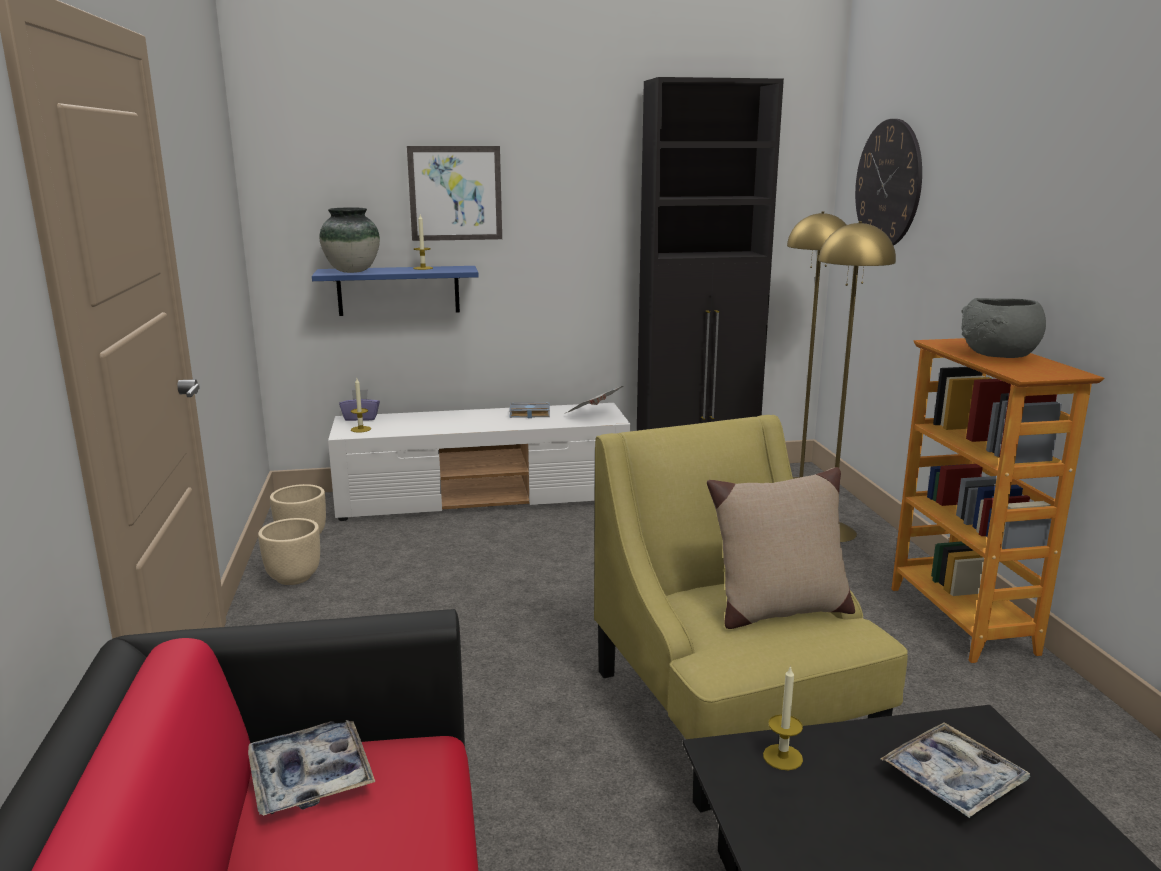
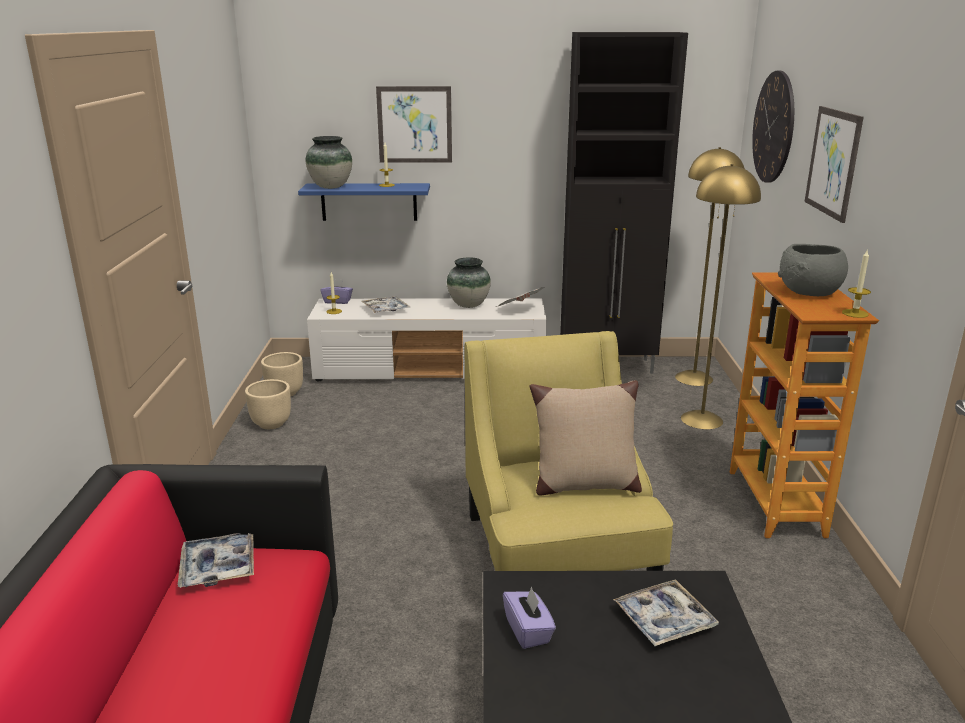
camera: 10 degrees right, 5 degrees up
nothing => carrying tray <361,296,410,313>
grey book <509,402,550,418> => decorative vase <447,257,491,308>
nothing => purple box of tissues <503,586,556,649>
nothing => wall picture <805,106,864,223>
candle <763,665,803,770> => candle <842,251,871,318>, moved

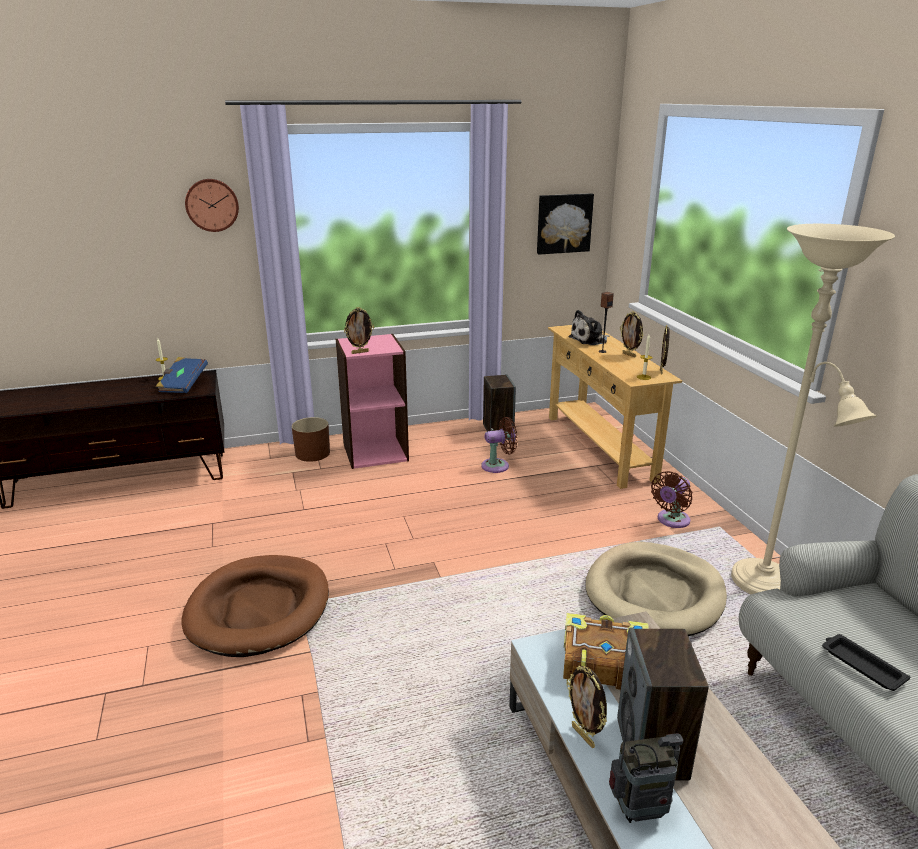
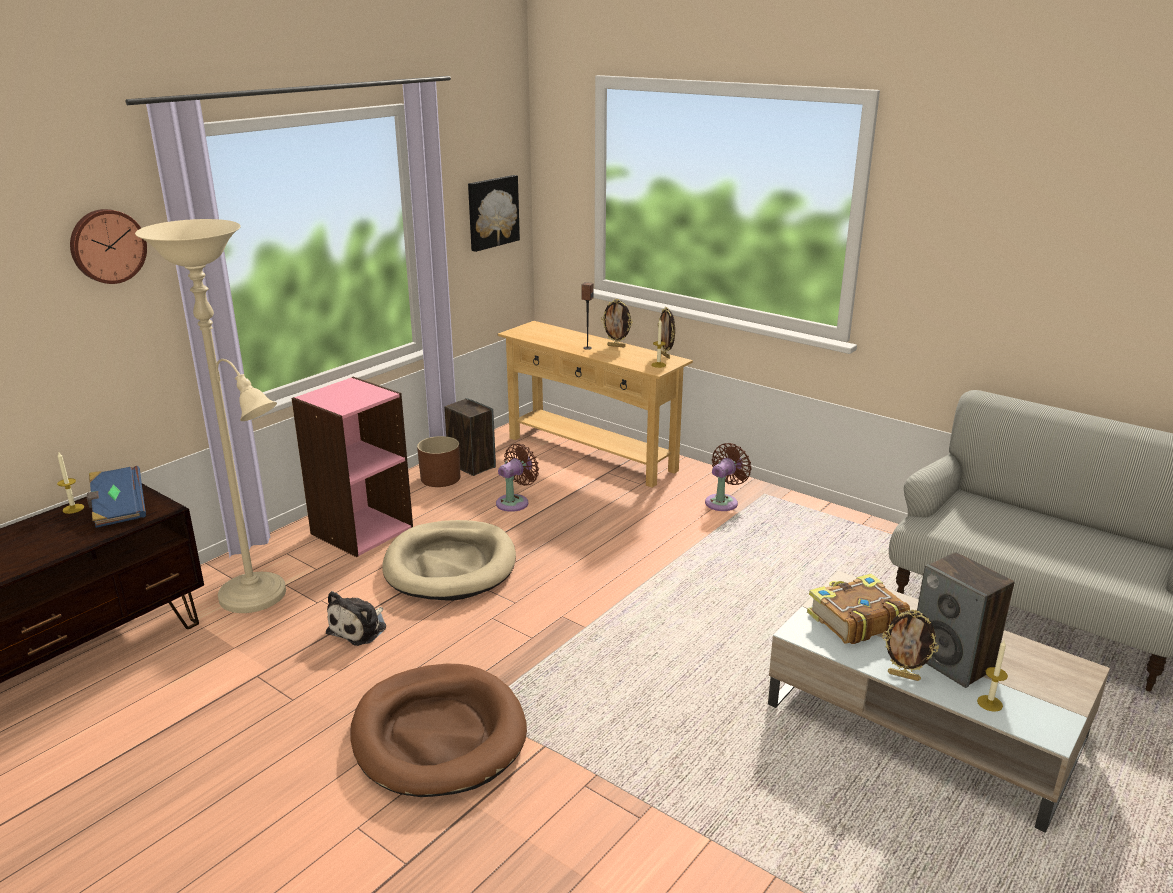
camera: 35 degrees left, 0 degrees up
beige standing lamp <731,224,895,594> => beige standing lamp <135,219,286,613>, moved
cuddly toy <568,310,609,345> => cuddly toy <326,591,386,646>, moved
beige pet bed <585,542,727,636> => beige pet bed <382,520,516,601>, moved
brown-coloured plant pot <292,417,330,462> => brown-coloured plant pot <417,436,460,487>, moved
brown-coloured fan <651,471,693,528> => brown-coloured fan <705,443,752,511>, 150 degrees counterclockwise
radio set <609,718,683,823> => candle <977,639,1008,712>
photo frame <344,307,374,354> => nothing
blackish carrying tray <822,634,911,691> => nothing

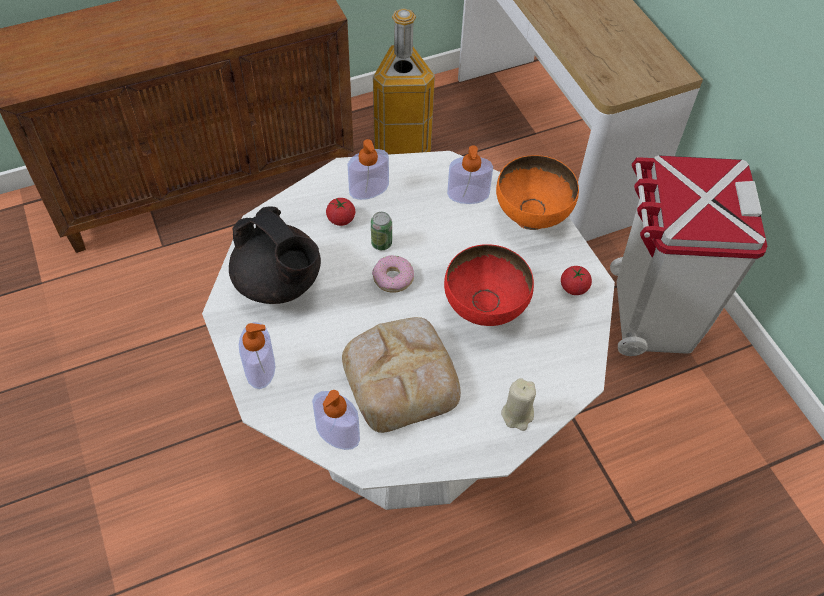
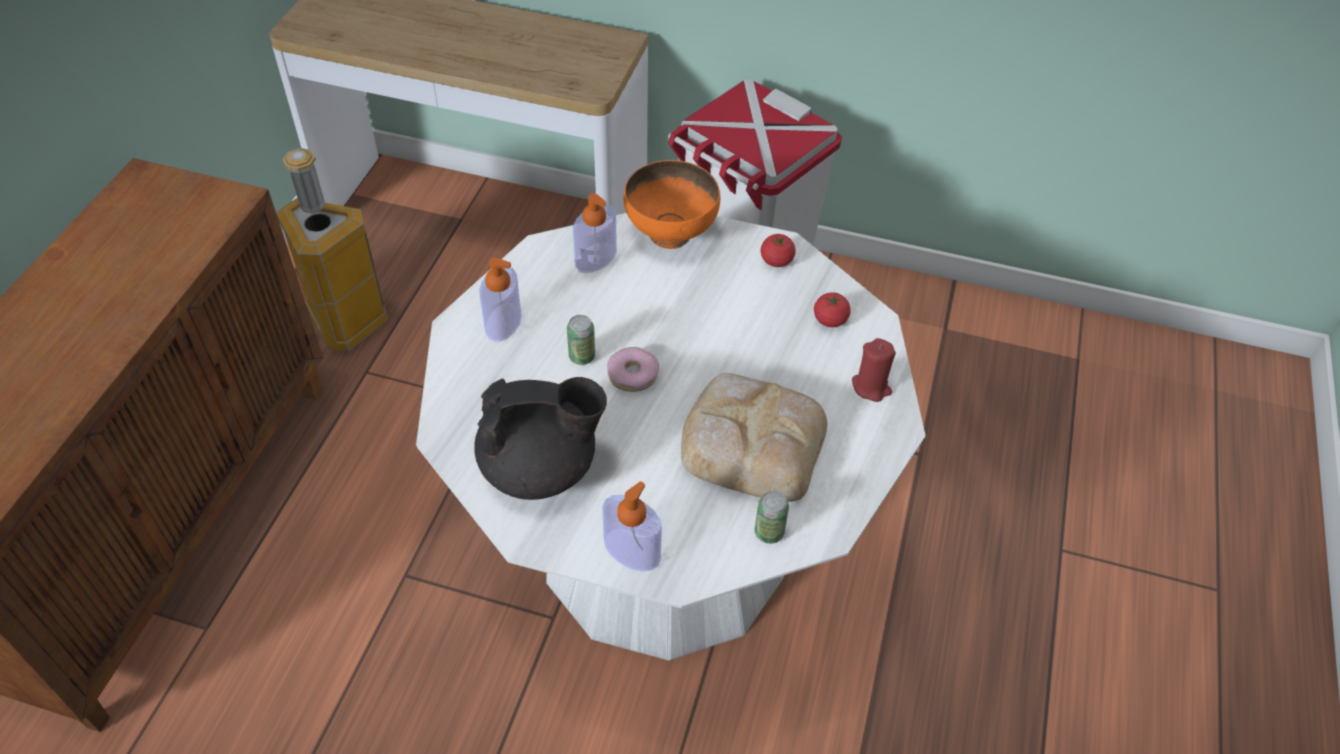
camera: 50 degrees left, 5 degrees down
liquid soap bottle <312,390,360,450> => sealed can <755,491,789,544>
fresh tomato <326,198,355,226> => fresh tomato <814,292,851,327>, moved
beige candle <501,378,536,431> => red-coloured candle <852,338,896,402>
red-coloured serving bowl <444,244,534,326> => nothing

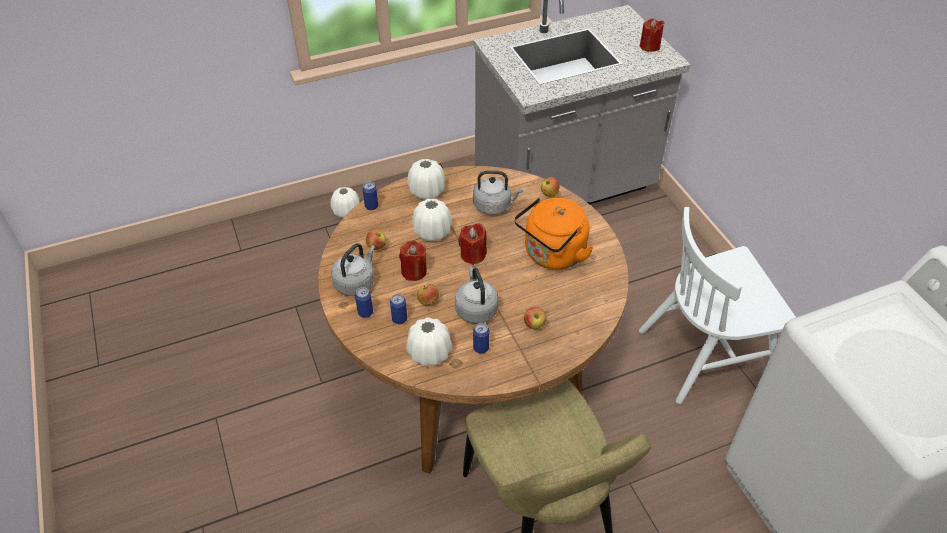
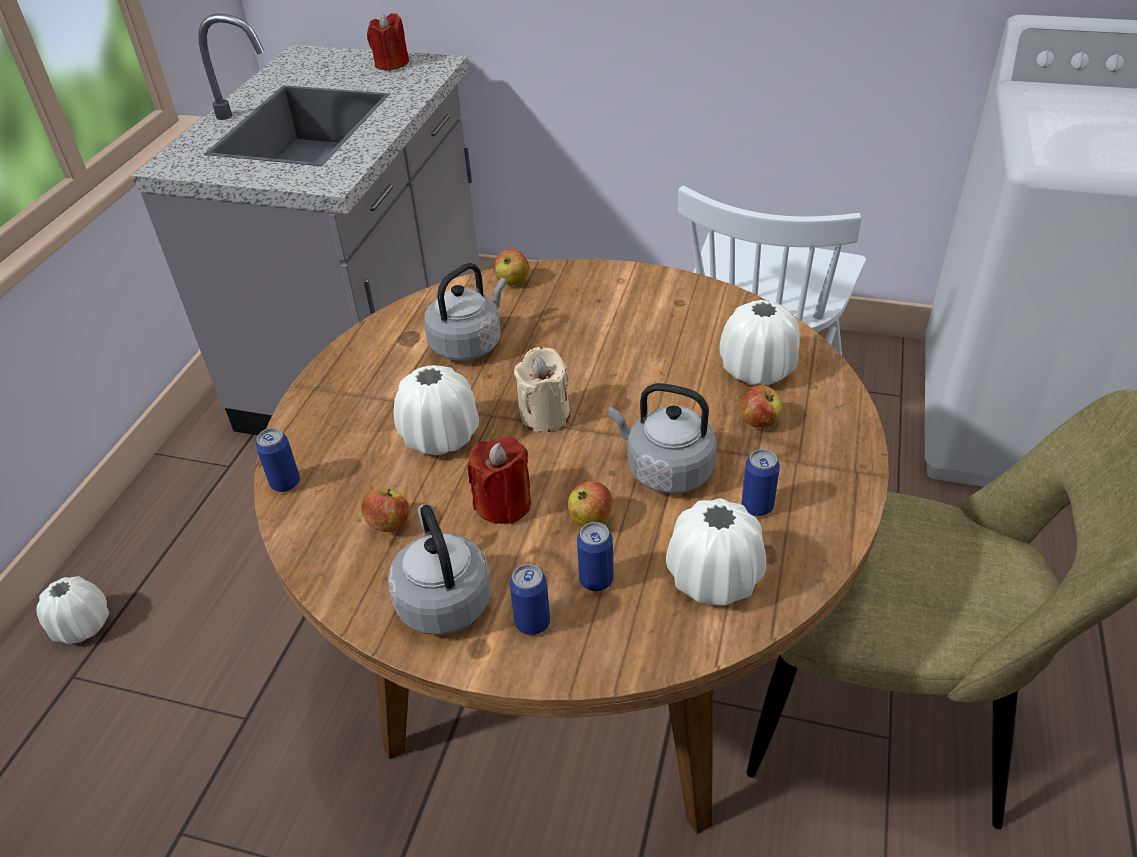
camera: 50 degrees left, 5 degrees down
red-coloured candle <458,223,487,265> => beige candle <514,347,570,432>
white decorative vase <407,159,445,200> => white decorative vase <719,300,800,385>, moved
orange-coloured kettle <514,198,593,270> => nothing

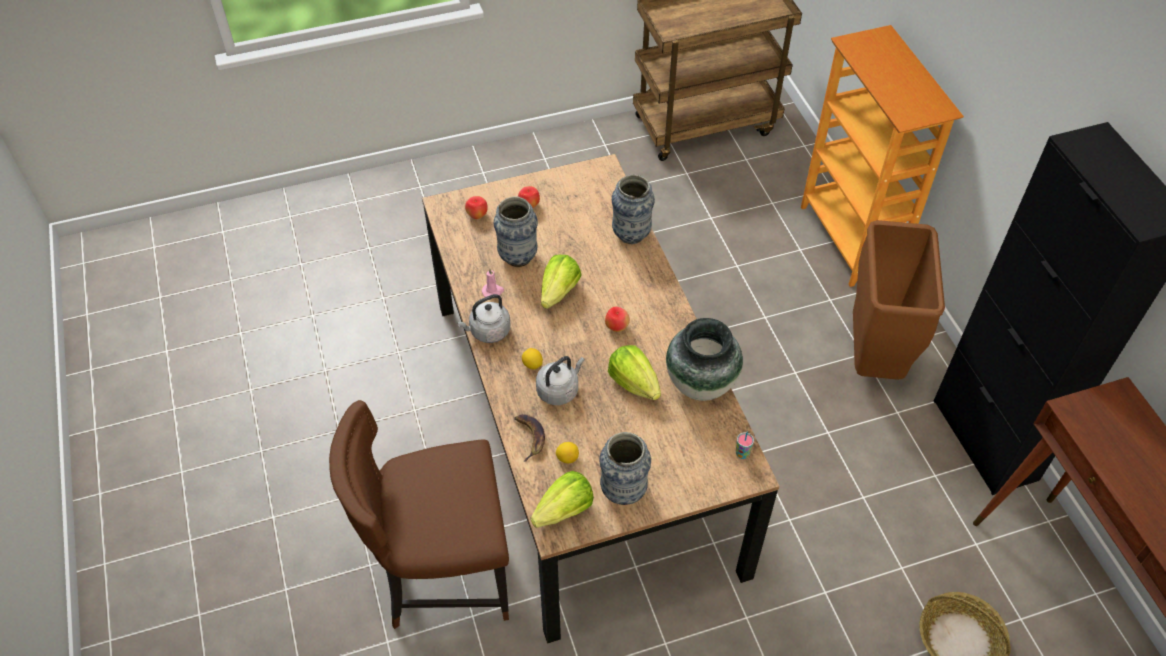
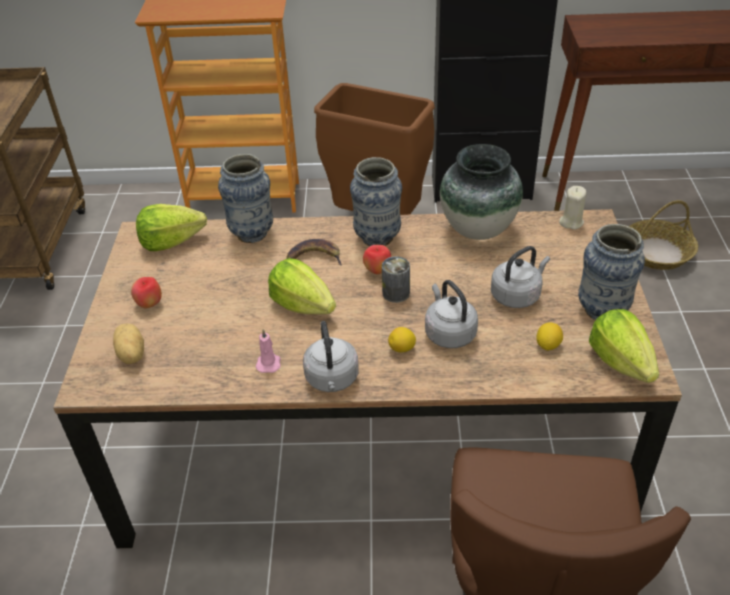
camera: 70 degrees left, 10 degrees down
apple fruit <465,196,488,219> => potato <113,323,144,364>
lettuce head <608,345,661,400> => lettuce head <136,204,207,251>, moved
whole banana <514,414,545,462> => whole banana <286,239,342,266>, moved
decorative vase <494,197,538,267> => decorative vase <350,157,402,246>, moved
nothing => sealed can <382,256,410,303>
nothing => grey kettle <491,246,550,308>
cup <736,432,754,459> => beige candle <559,186,587,230>

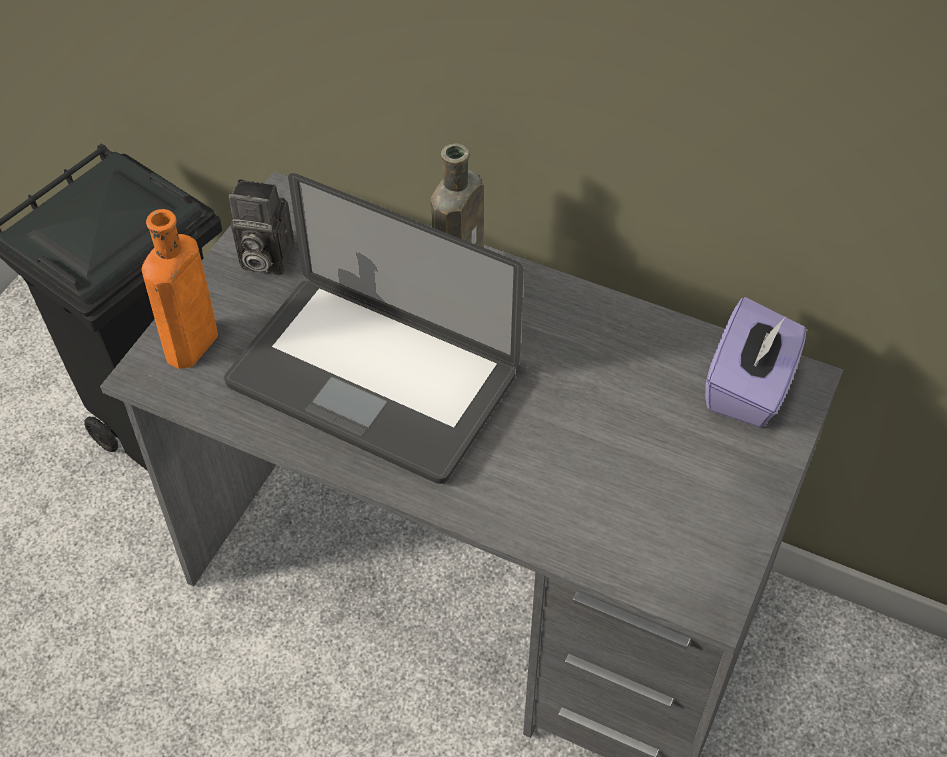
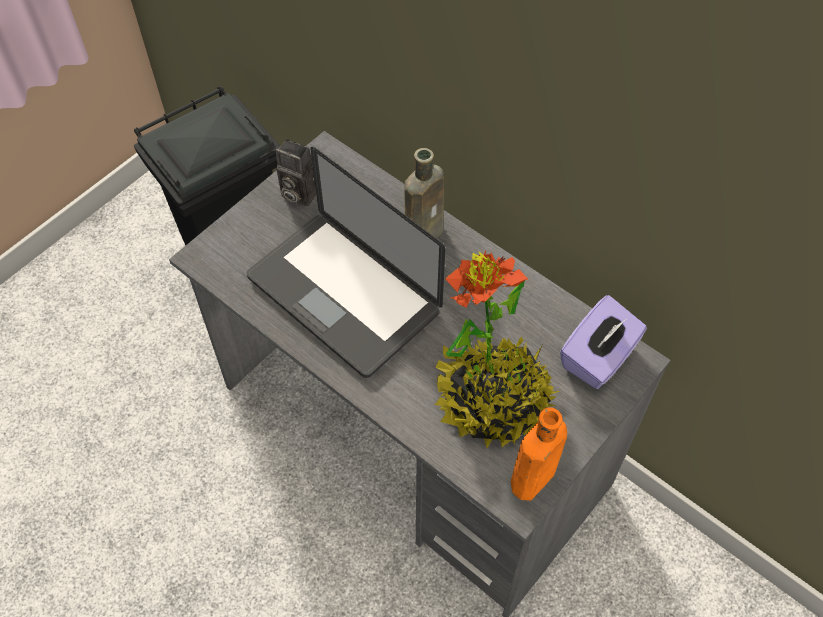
camera: 15 degrees right, 5 degrees up
nothing => plant in a pot <435,251,560,448>
orange-coloured bottle <141,209,218,369> => orange-coloured bottle <511,407,567,501>, moved

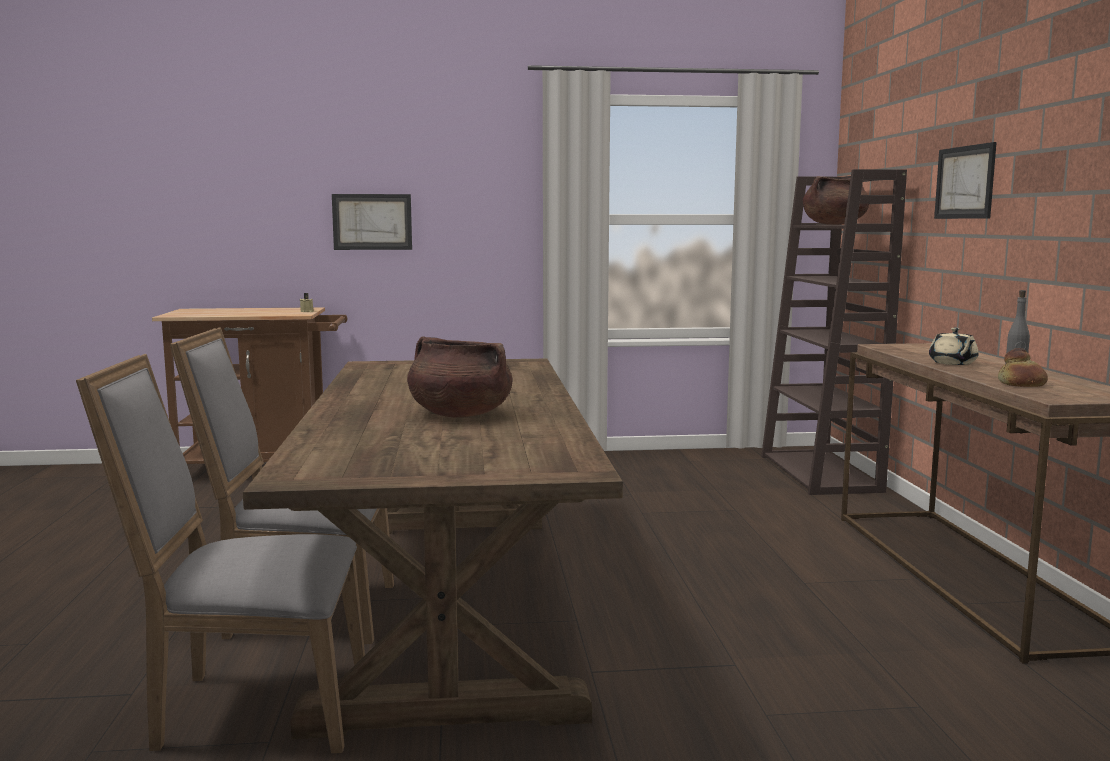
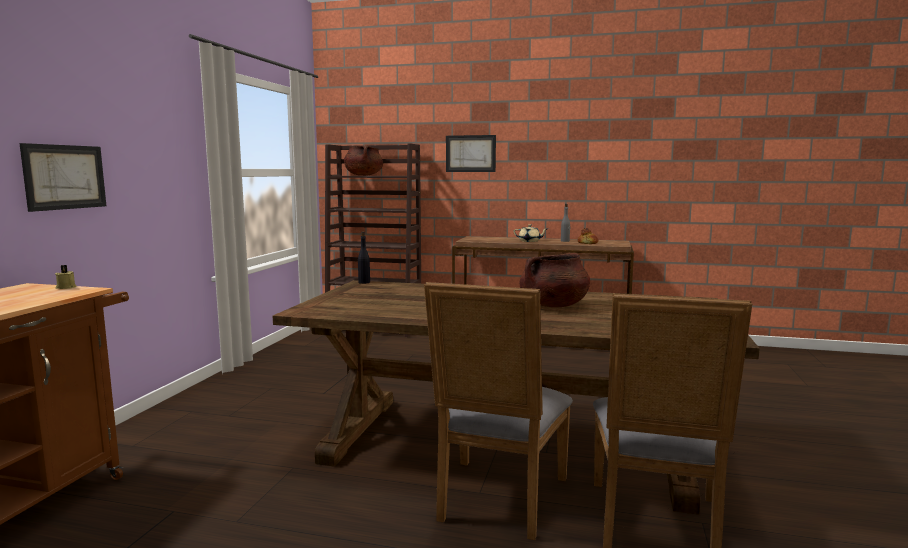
camera: 70 degrees left, 0 degrees up
nothing => blackish bottle <358,232,370,284>

